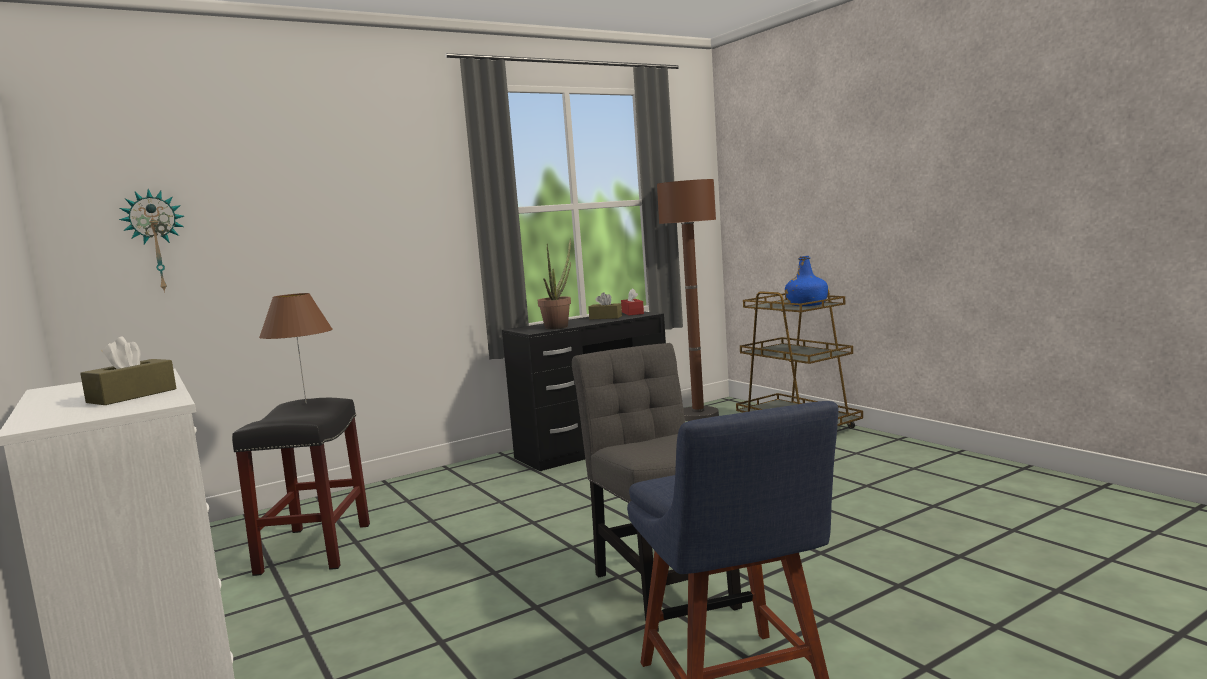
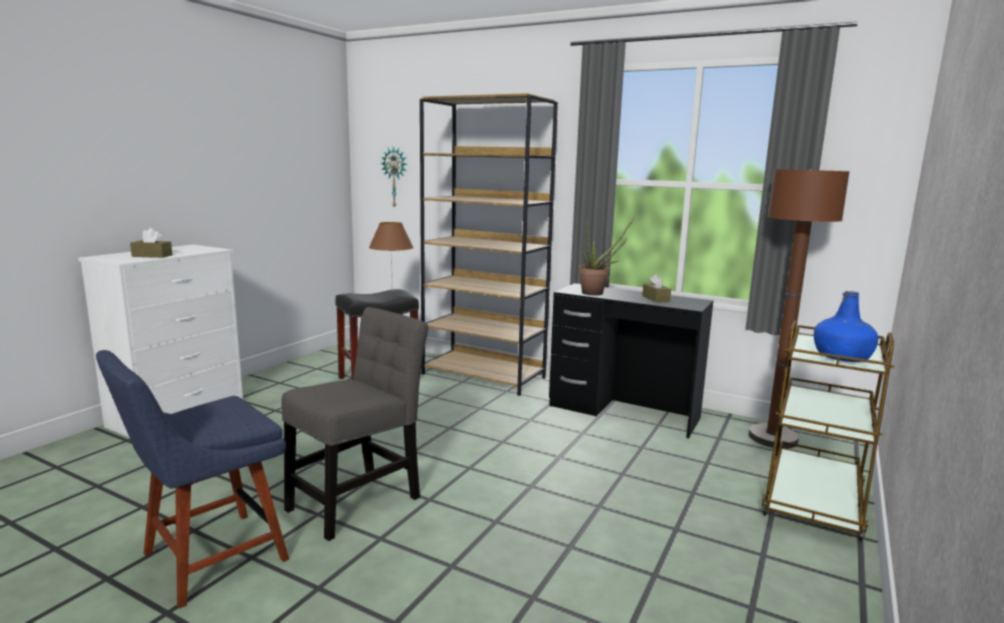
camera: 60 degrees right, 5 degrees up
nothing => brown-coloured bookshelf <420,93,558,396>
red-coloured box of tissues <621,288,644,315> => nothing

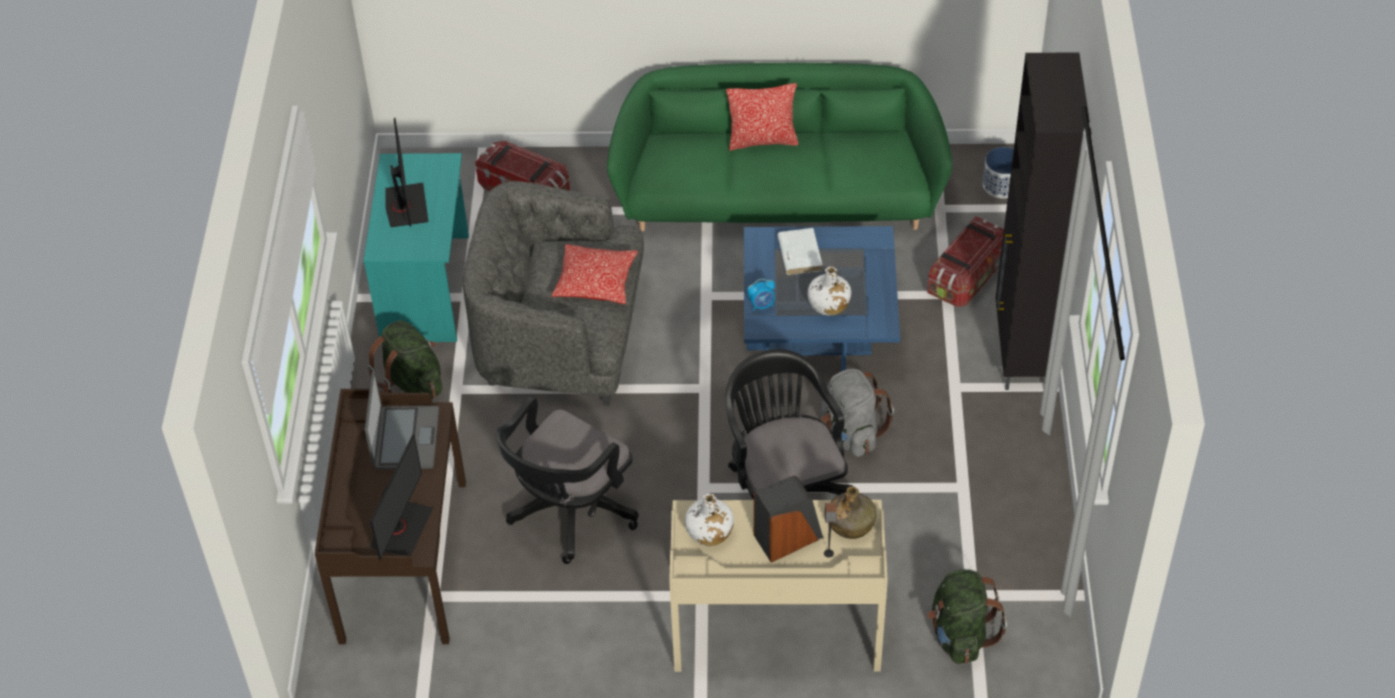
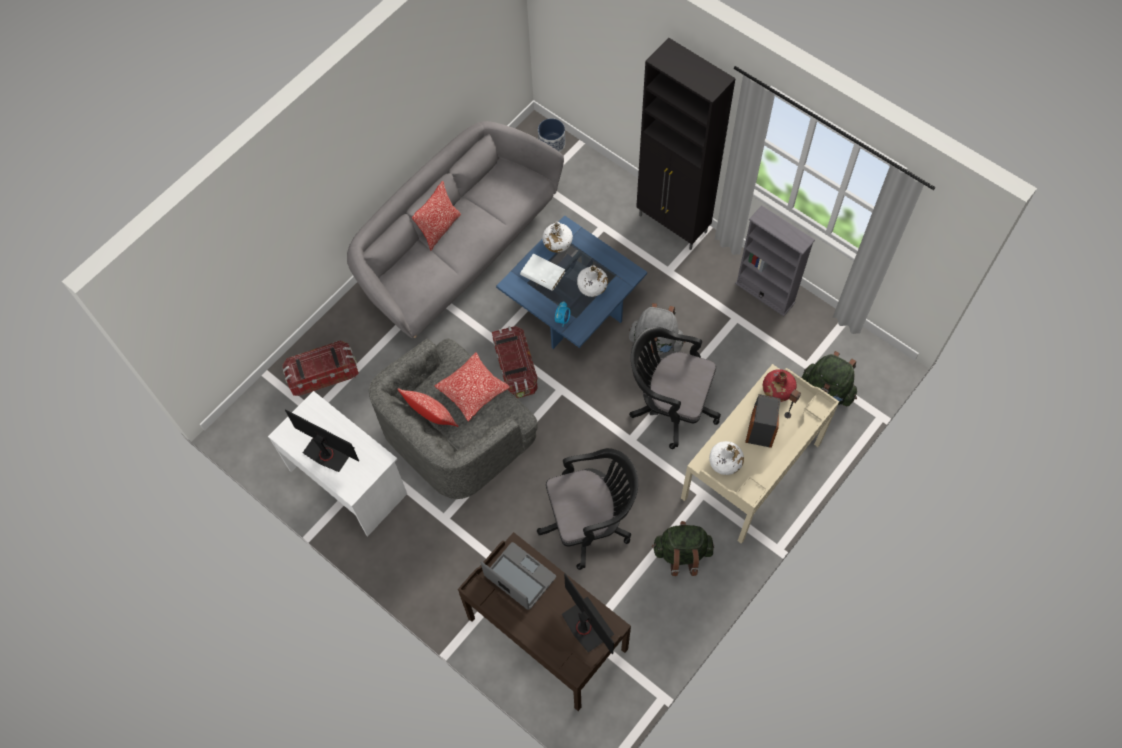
camera: 50 degrees left, 15 degrees up
blue-green desk unit <363,153,469,342> => white desk unit <268,391,407,536>
green-coloured sofa <607,63,952,231> => grey sofa <347,121,564,338>
nothing => throw pillow <397,388,459,427>
storage box <927,216,1004,307> => storage box <492,326,538,398>, moved
blackish desk chair <496,396,639,564> => blackish desk chair <537,448,638,570>, 90 degrees counterclockwise
nothing => white bottle <542,222,573,253>
green-coloured backpack <367,320,442,399> => green-coloured backpack <652,521,714,576>, moved
nothing => grey bookshelf <735,205,815,316>
green-coloured bottle <830,486,876,539> => red-coloured bottle <763,369,796,402>

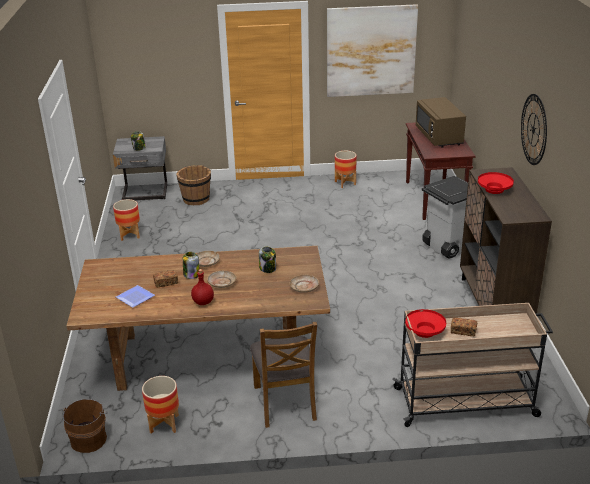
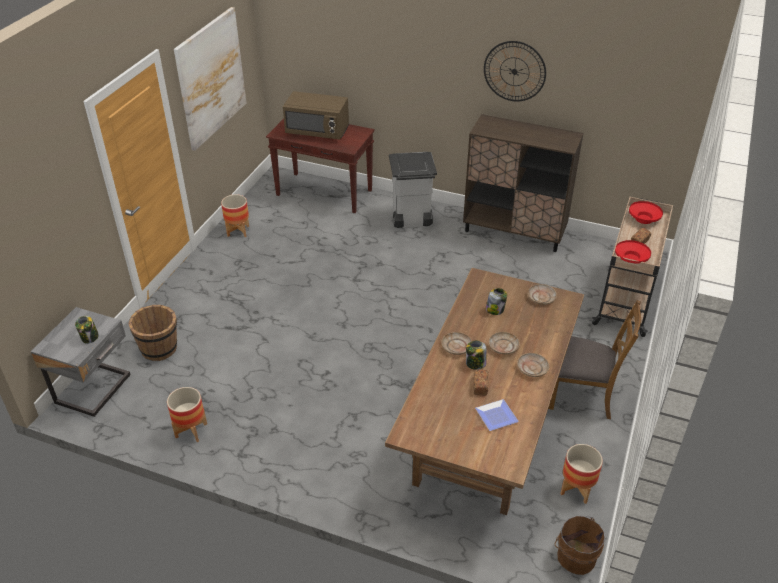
camera: 65 degrees left, 10 degrees up
red-coloured bottle <191,269,214,305> => beige flat dish <517,353,549,377>
red-coloured serving bowl <478,172,514,194> => red-coloured serving bowl <629,201,663,224>, moved

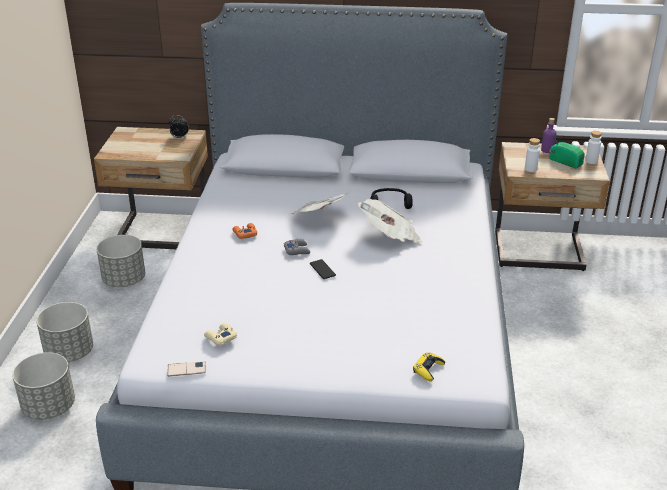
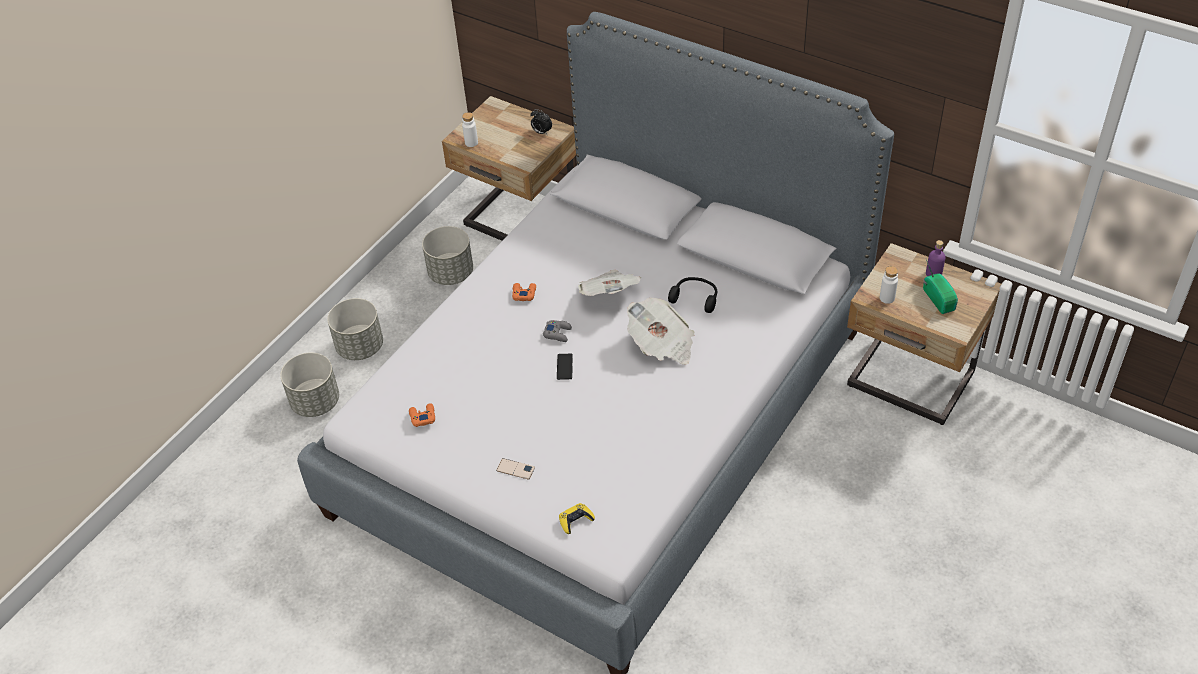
camera: 30 degrees right, 15 degrees up
beige gamepad <204,323,237,346> => orange-coloured gamepad <409,403,435,427>
white bottle <585,131,602,164> => white bottle <462,112,478,147>, moved
phone <167,361,206,376> => phone <496,458,535,480>, moved

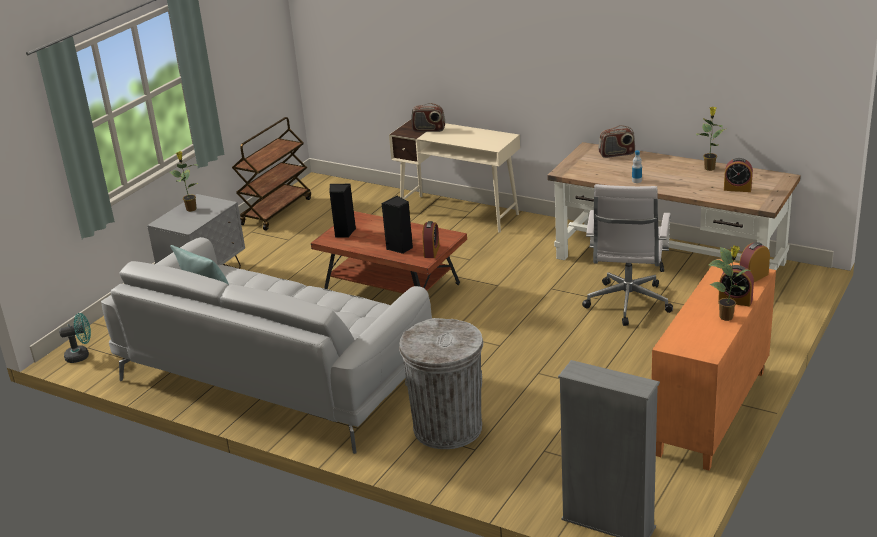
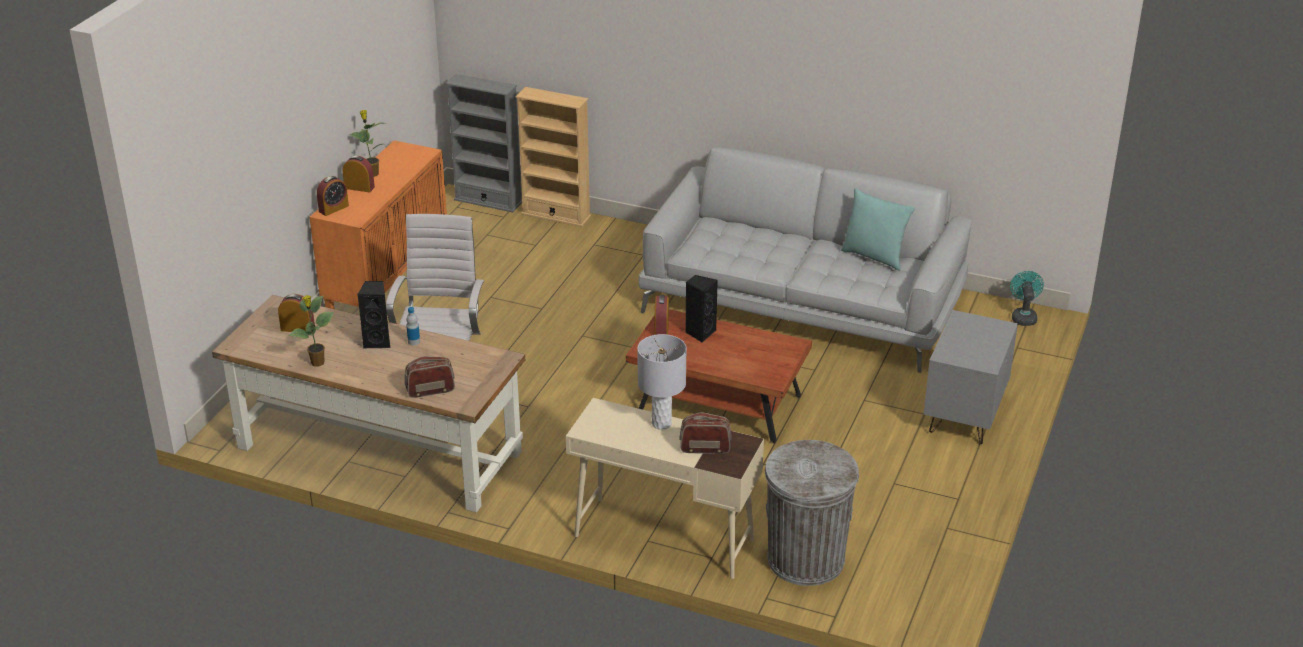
camera: 170 degrees right, 5 degrees up
blackish audio speaker <329,184,356,238> => blackish audio speaker <357,281,390,349>, moved
nothing => beige bookshelf <516,87,591,227>
nothing => grey table lamp <637,334,687,430>
grey waste bin <399,318,483,449> => grey waste bin <765,440,859,586>, moved
blue-green fan <59,313,91,363> => blue-green fan <1010,271,1044,326>, 120 degrees clockwise
plant in a pot <170,151,199,212> => nothing
brown-coloured wheeled cart <232,117,311,231> => nothing

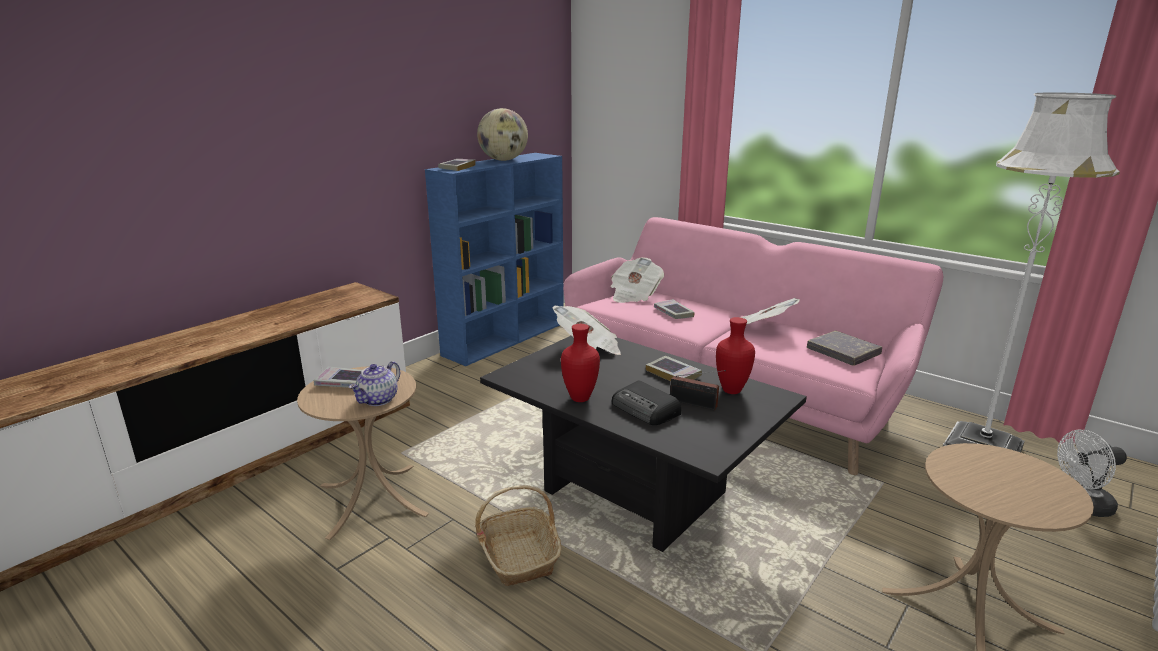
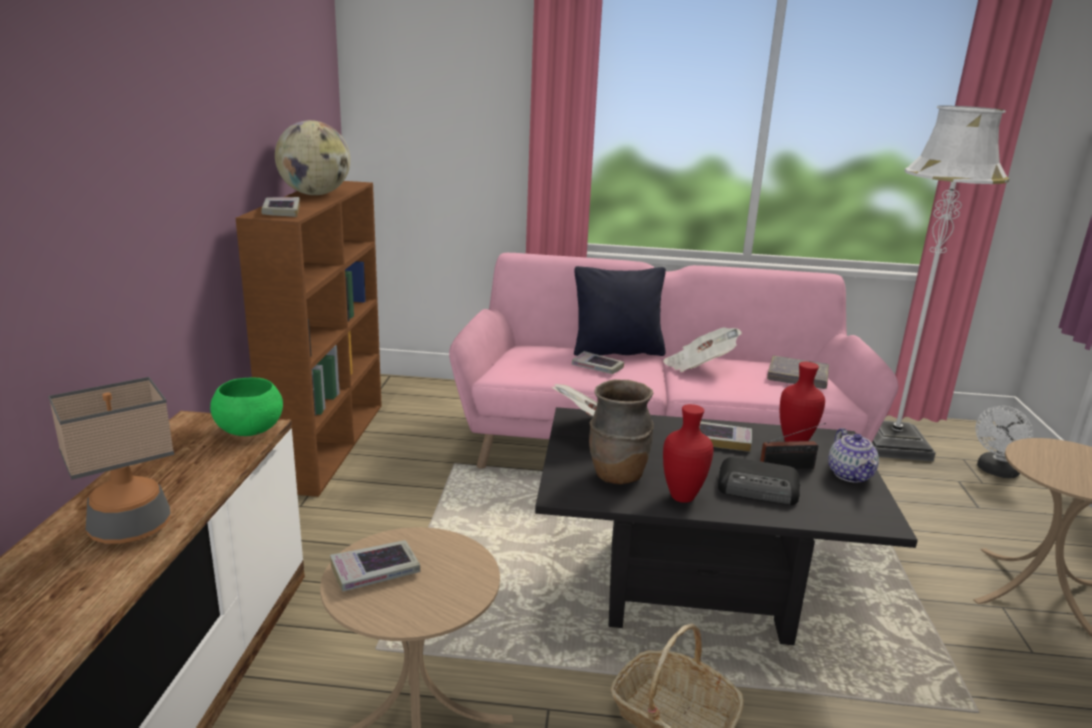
camera: 35 degrees left, 0 degrees up
nothing => table lamp <48,377,174,544>
nothing => green-coloured serving bowl <210,377,283,436>
blue bookshelf <425,153,564,366> => brown-coloured bookshelf <236,181,382,497>
nothing => blackish throw pillow <574,266,666,356>
nothing => brown-coloured decorative vase <589,379,654,485>
pot for tea <349,361,400,406> => pot for tea <828,428,879,482>, moved
daily paper <610,257,664,303> => nothing

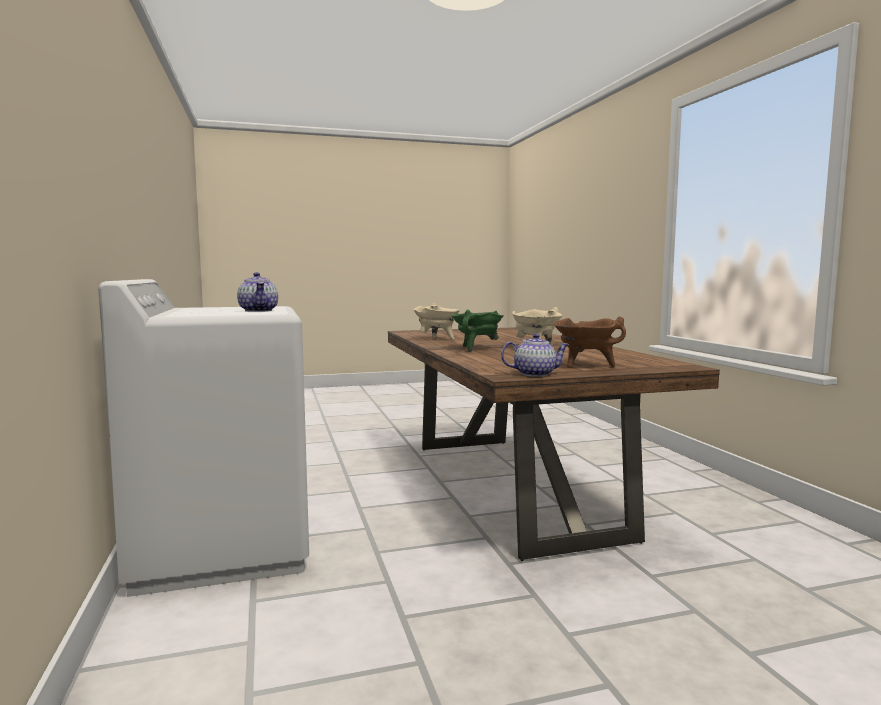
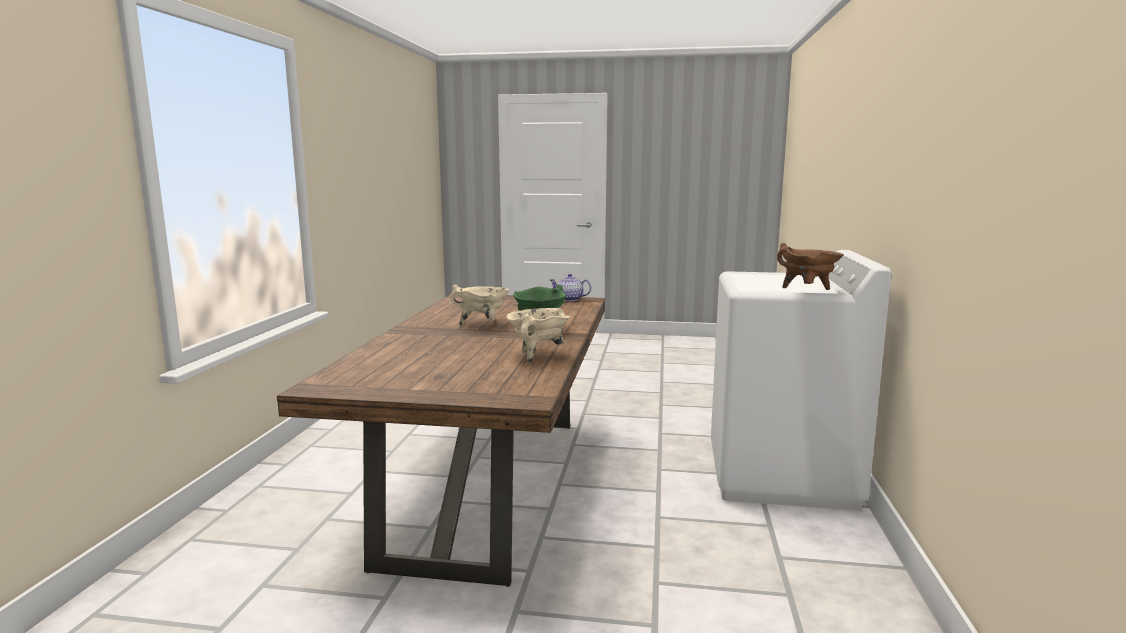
camera: 155 degrees left, 5 degrees up
brown-coloured stockpot <553,317,626,368> => brown-coloured stockpot <777,243,844,290>, moved
pot for tea <237,272,278,312> => nothing

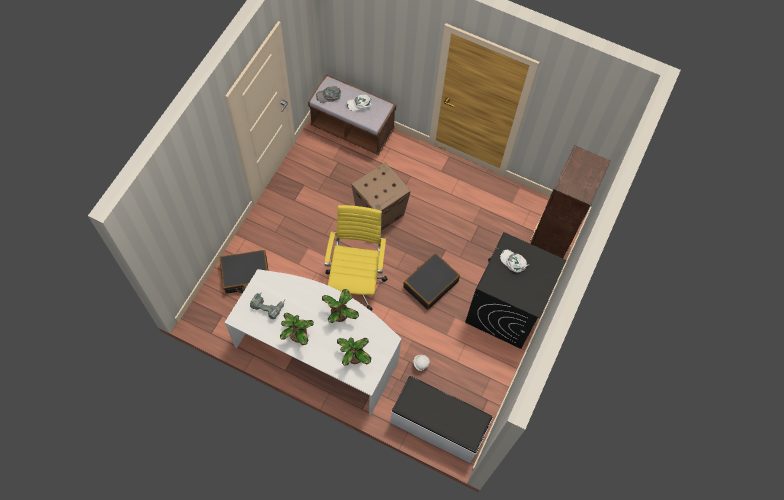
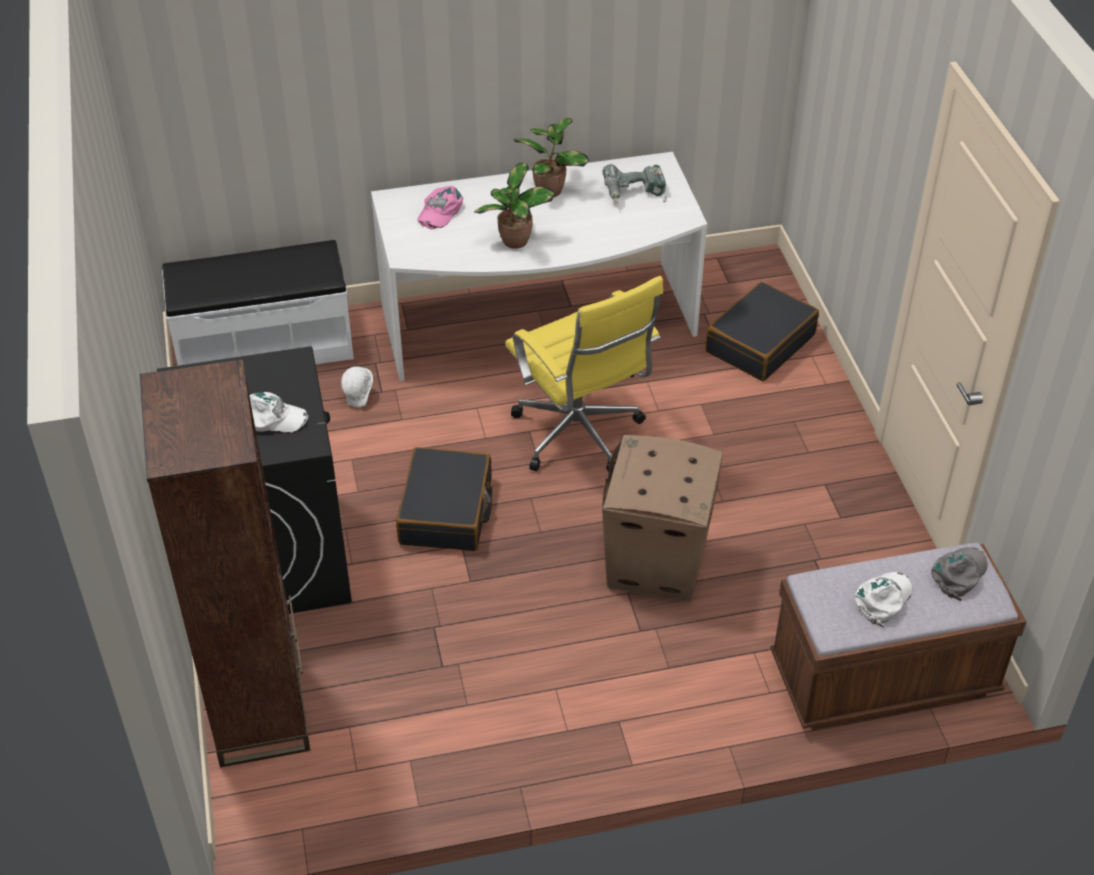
camera: 145 degrees right, 20 degrees down
plant in a pot <337,337,371,366> => pink-coloured cap <417,186,463,229>

